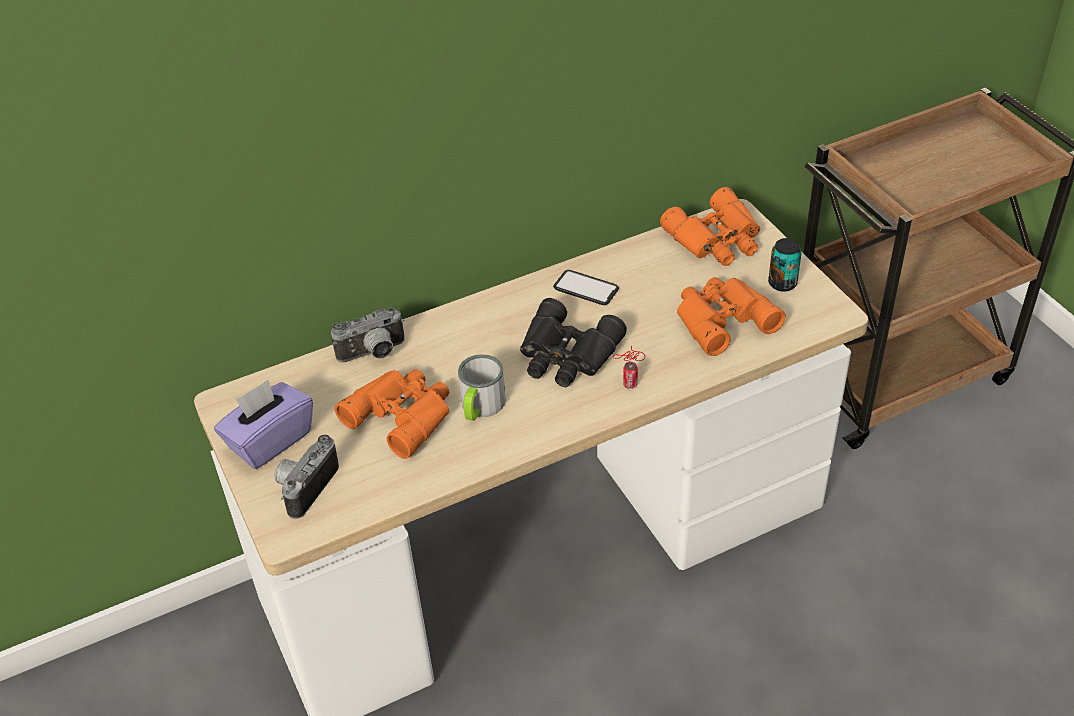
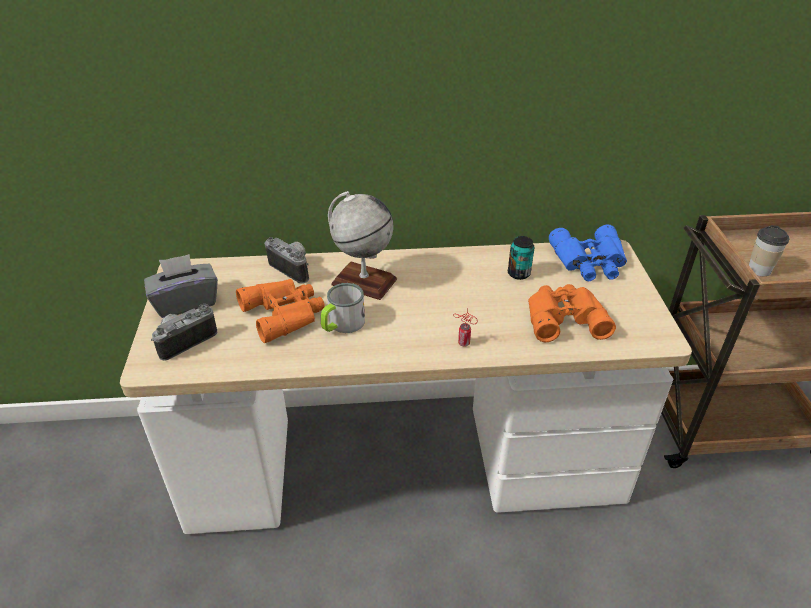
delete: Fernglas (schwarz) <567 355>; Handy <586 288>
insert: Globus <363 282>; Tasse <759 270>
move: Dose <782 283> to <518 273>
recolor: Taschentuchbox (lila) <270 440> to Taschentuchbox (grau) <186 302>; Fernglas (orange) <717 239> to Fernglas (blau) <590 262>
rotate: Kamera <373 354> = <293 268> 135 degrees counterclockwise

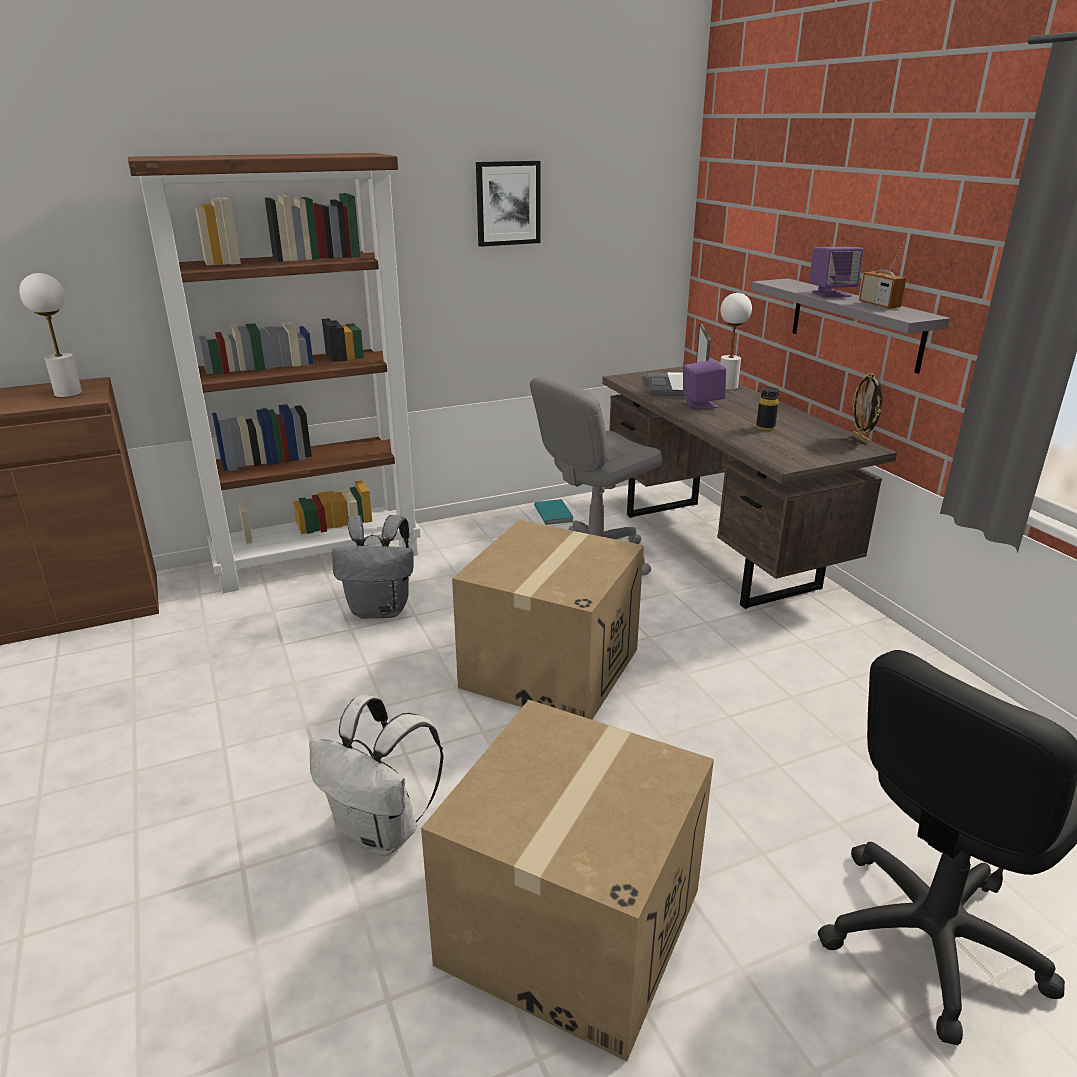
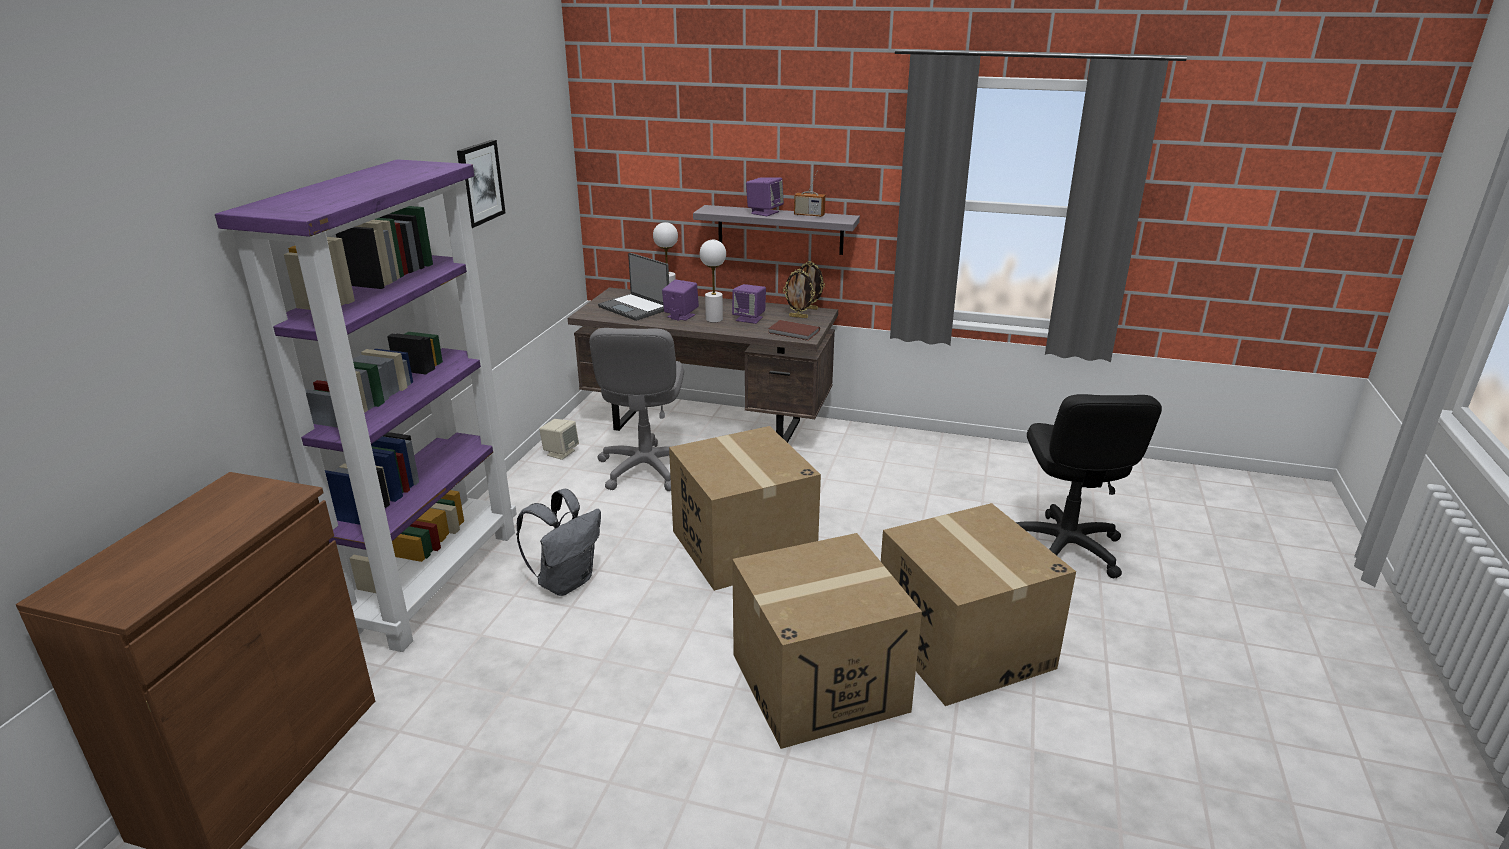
insert: Buch (braun) <794 332>; Bilderrahmen <798 317>
move: Tischlampe (weiß) <68 393> to <714 319>
replace: Rucksack (weiß) <382 832> to Karton <819 682>; Buch (türkis) <554 513> to Lautsprecher (beige) <560 452>; Flasche (schwarz) <765 428> to Lautsprecher (lila) <749 319>
recolor: Bücherregal (braun) <319 558> to Bücherregal (lila) <434 580>

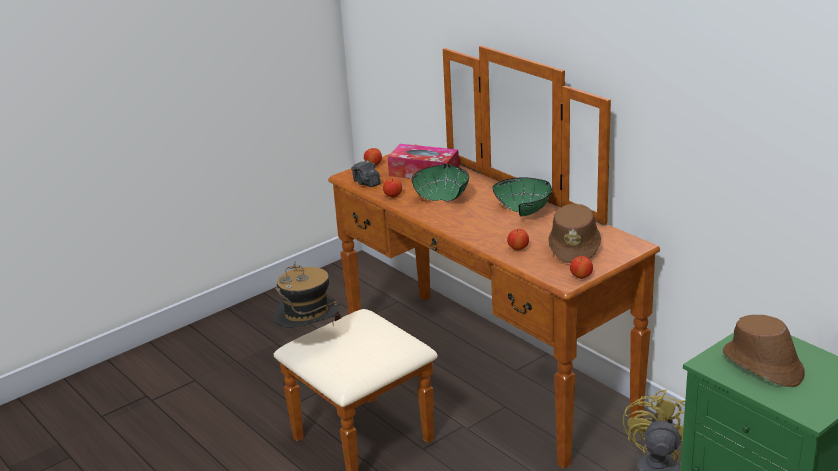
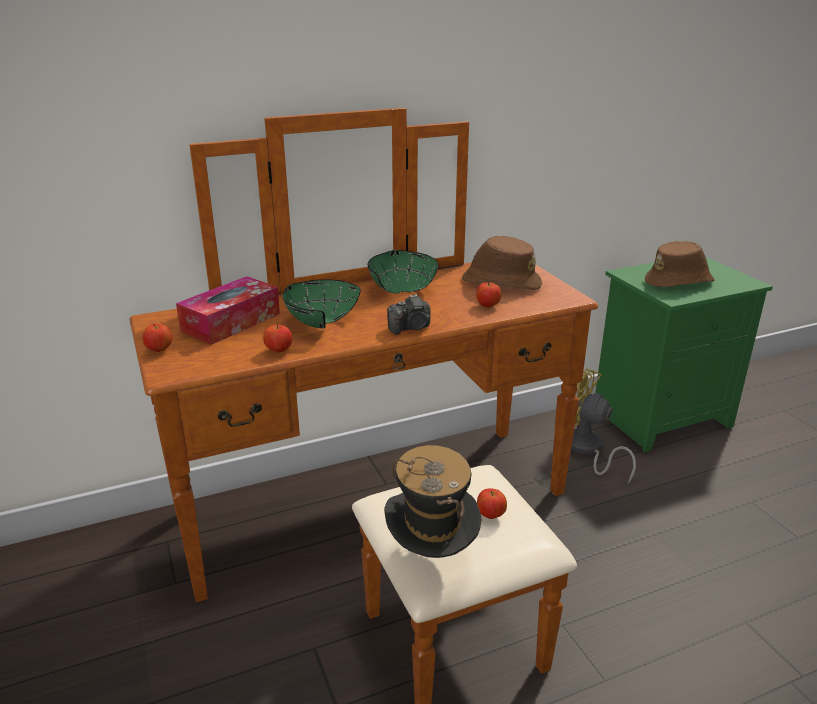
move: Kamera <366 183> to <411 328>; Apfel <581 277> to <491 515>

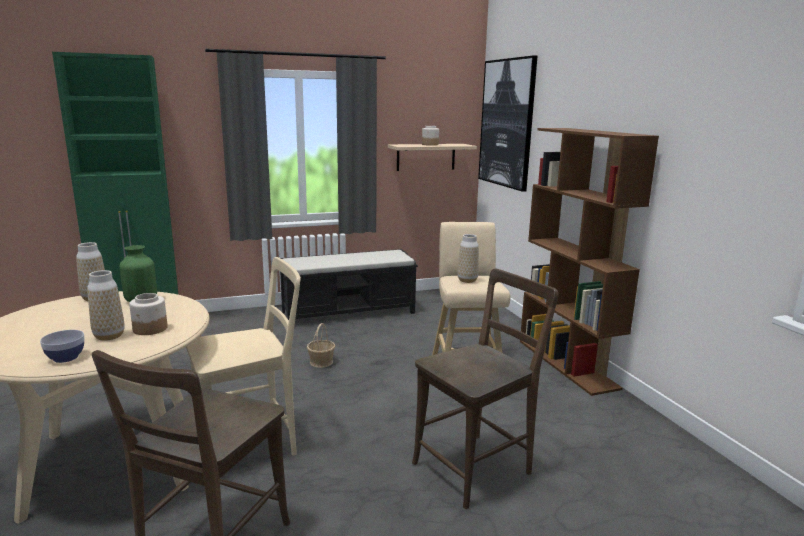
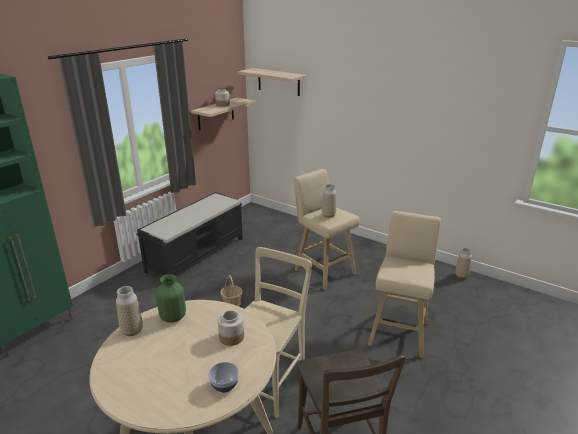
delete: Bücherregal (braun) <567 364>
move: Vase <109 336> to <461 275>
replace: Stuhl (braun) <477 466> to Hocker (beige) <399 331>; Bild <506 123> to Wandregal <278 82>

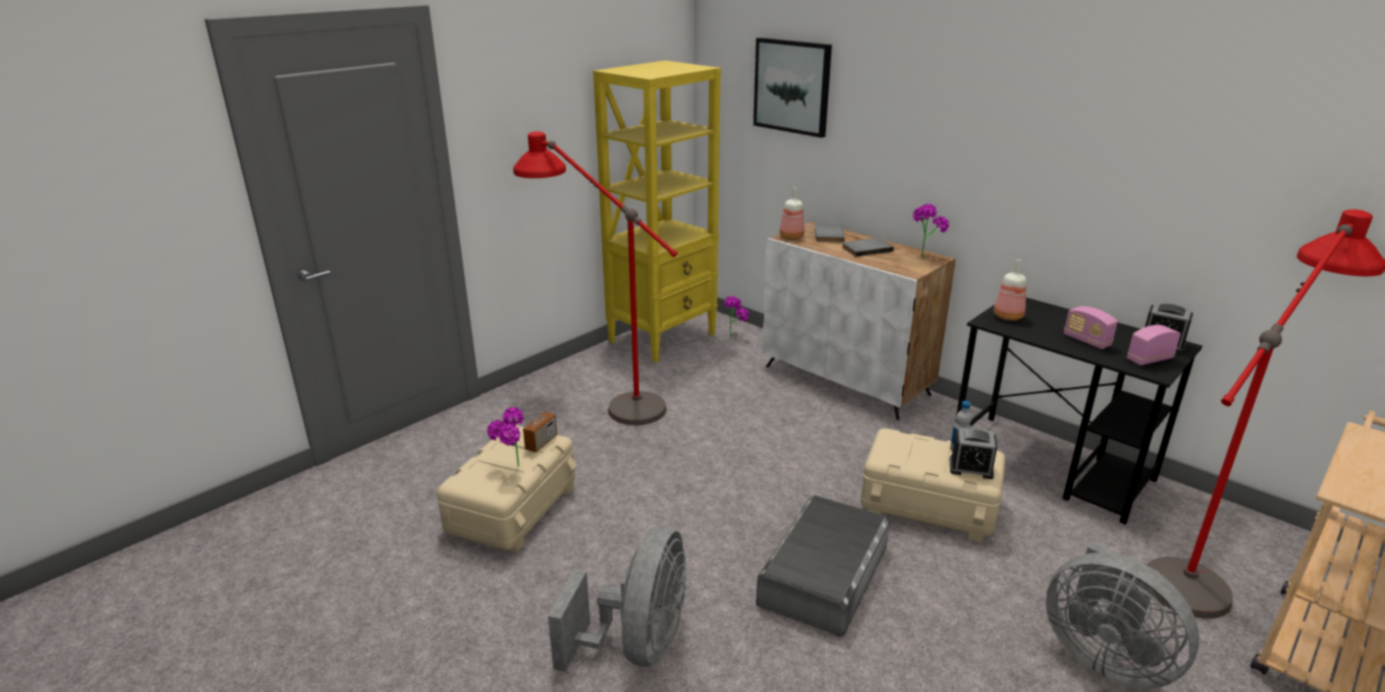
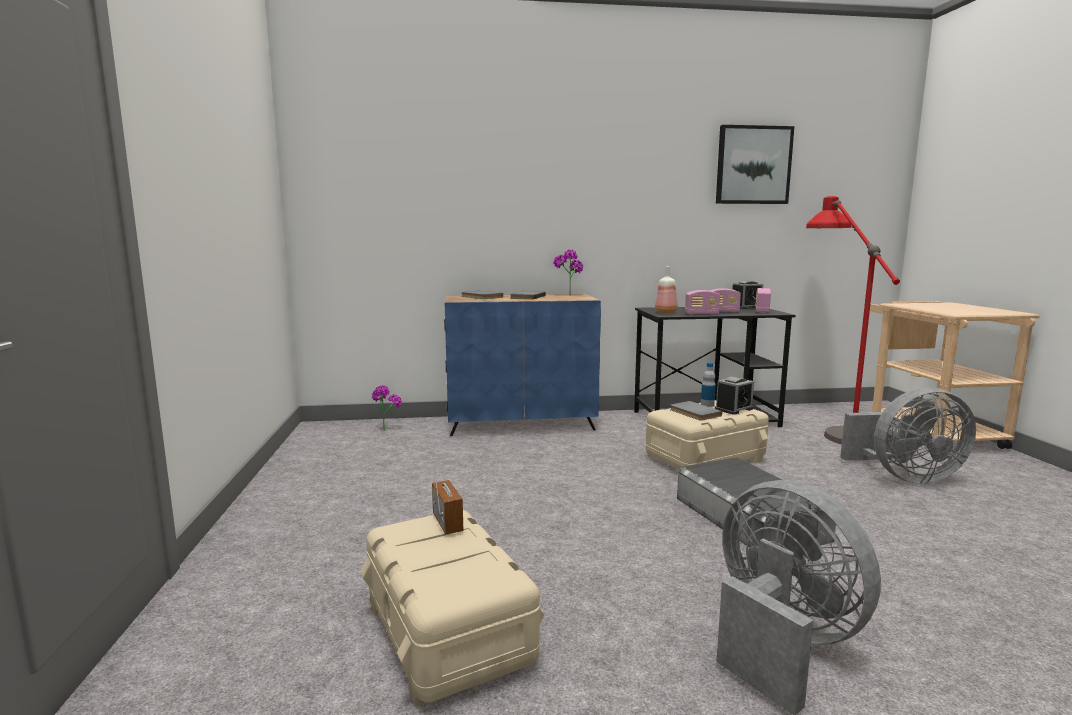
delete: Topfpflanze <511 470>; Stehlampe (rot) <604 398>; Bücherregal (gelb) <663 337>; Flasche <790 237>
insert: Buch (grau) <693 413>; Radio <701 314>
move: Bild <792 86> to <753 165>
recolor: Schrank (weiß) <847 380> to Schrank (blau) <521 423>

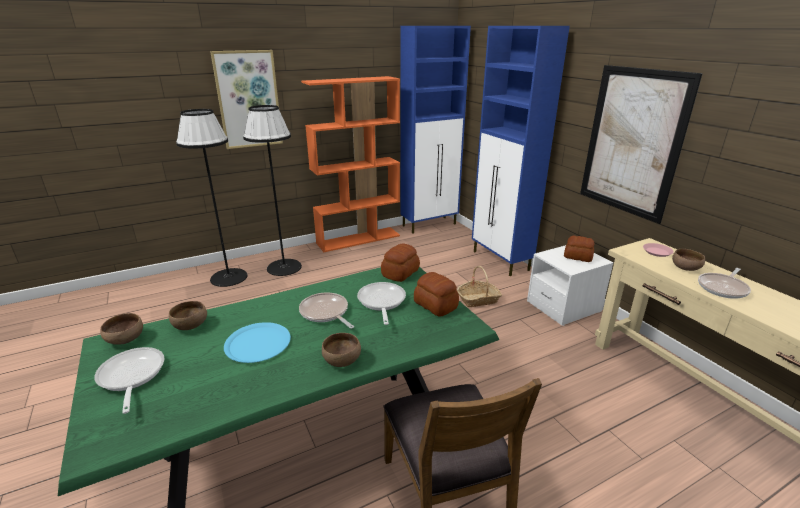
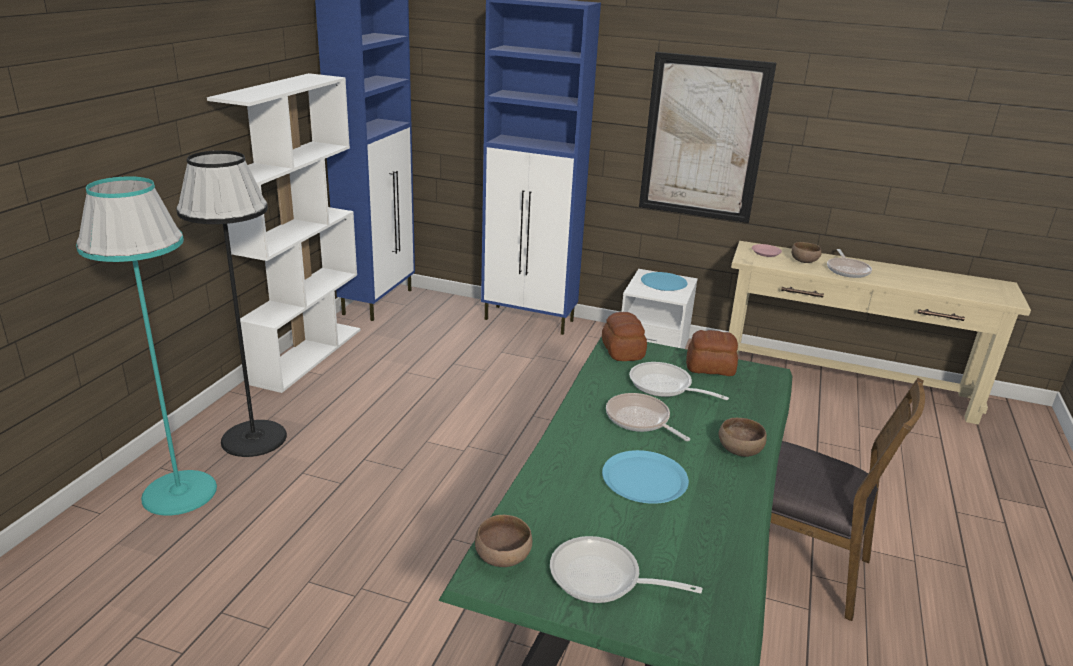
delete: Schüssel (braun) <190 325>; Bild <248 100>; Korb <478 299>
replace: Brot <577 257> to Teller (blau) <663 282>
recolor: Stehlampe (schwarz) <229 277> to Stehlampe (türkis) <180 492>; Bücherregal (orange) <359 239> to Bücherregal (weiß) <306 355>
rotate: Pfanne <325 313> = <640 420> 45 degrees clockwise

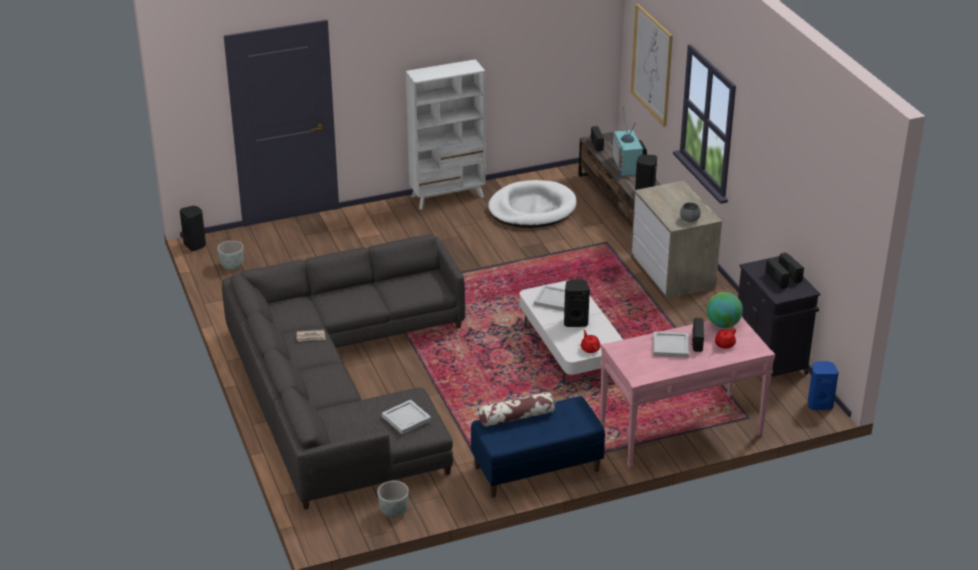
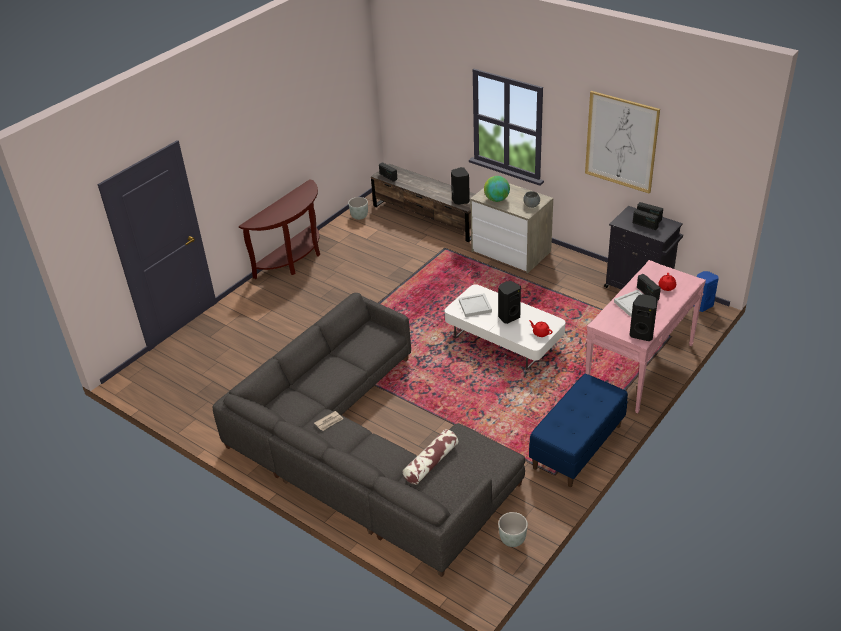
delete: Tablett (weiß) <406 418>; Hundebett (weiß) <532 209>; Fernseher <629 165>
move: Lautsprecher (schwarz) <195 245> to <642 334>; Pflanzkübel (grau) <232 266> to <359 216>; Kissen <516 417> to <431 463>; Bild <652 64> to <621 142>; Globus <723 324> to <496 199>
replace: Bücherregal (weiß) <448 196> to Konsolentisch (braun) <294 259>

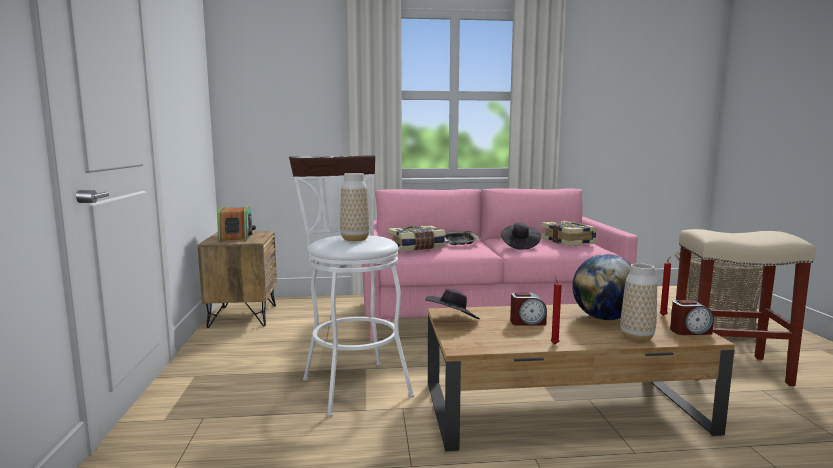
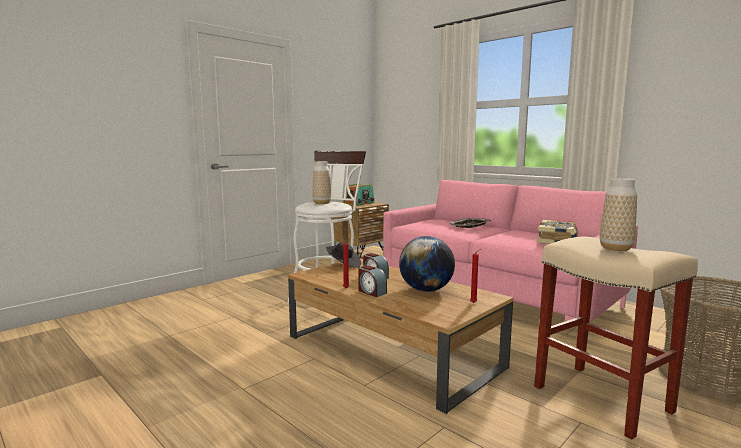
delete: Buch <417 247>; Hut (schwarz) <519 246>
move: Vase <637 337> to <615 248>; Wecker <690 331> to <371 292>

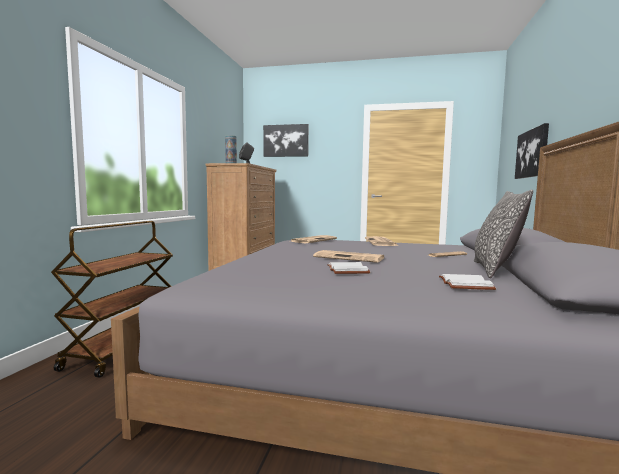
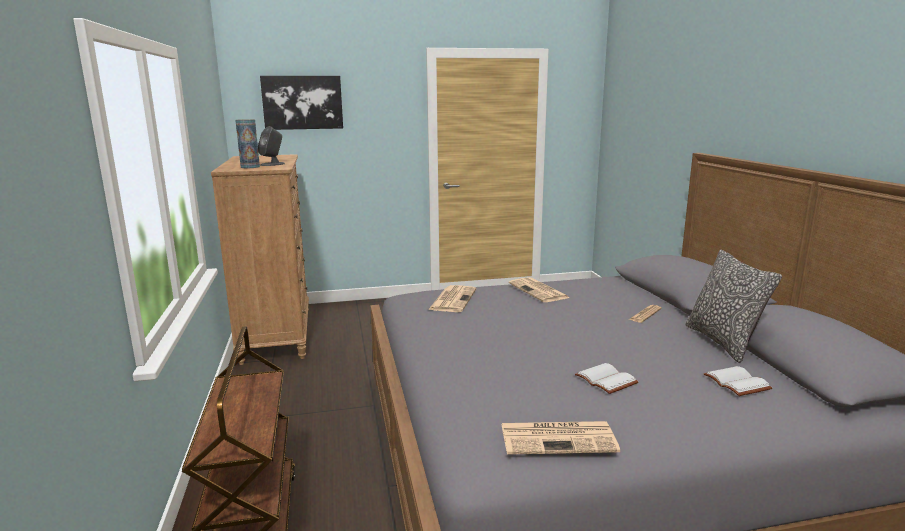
delete: Bild <532 153>
move: Zeitung <350 258> to <559 438>

